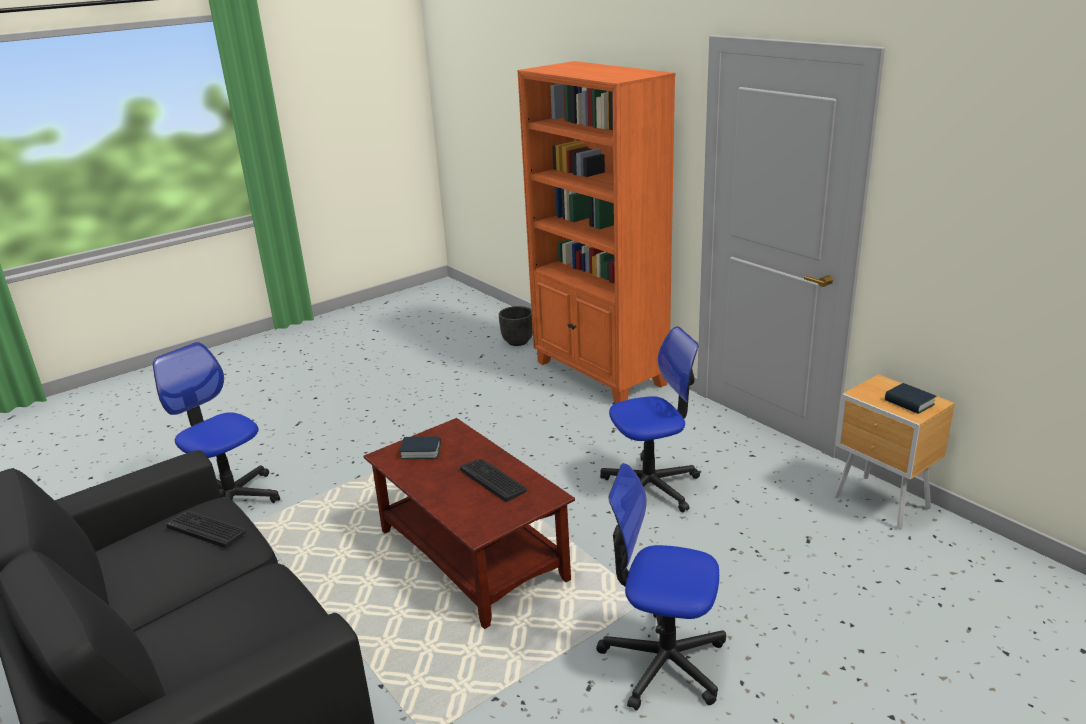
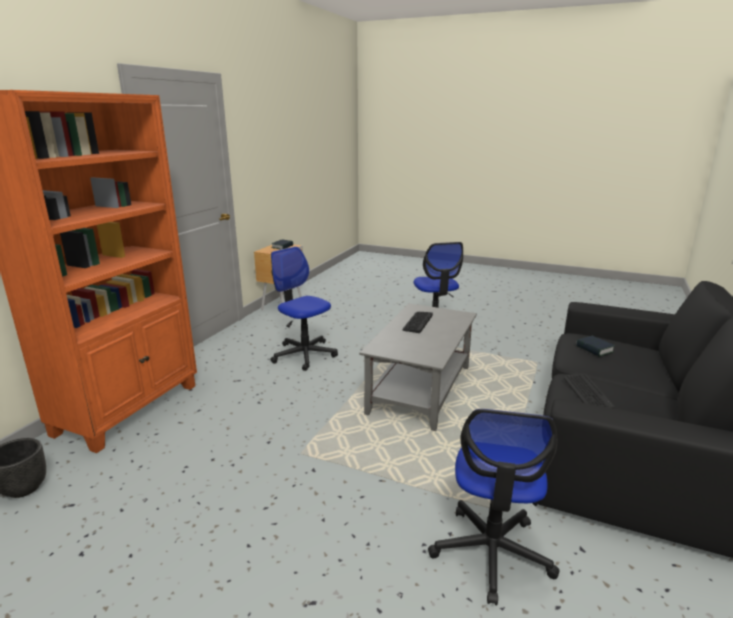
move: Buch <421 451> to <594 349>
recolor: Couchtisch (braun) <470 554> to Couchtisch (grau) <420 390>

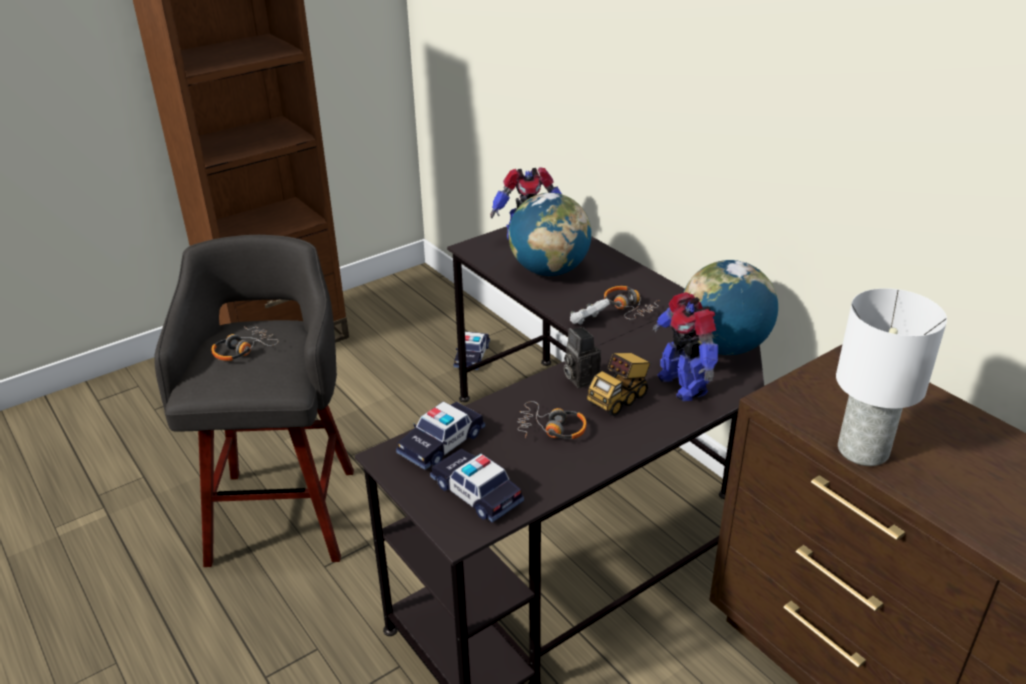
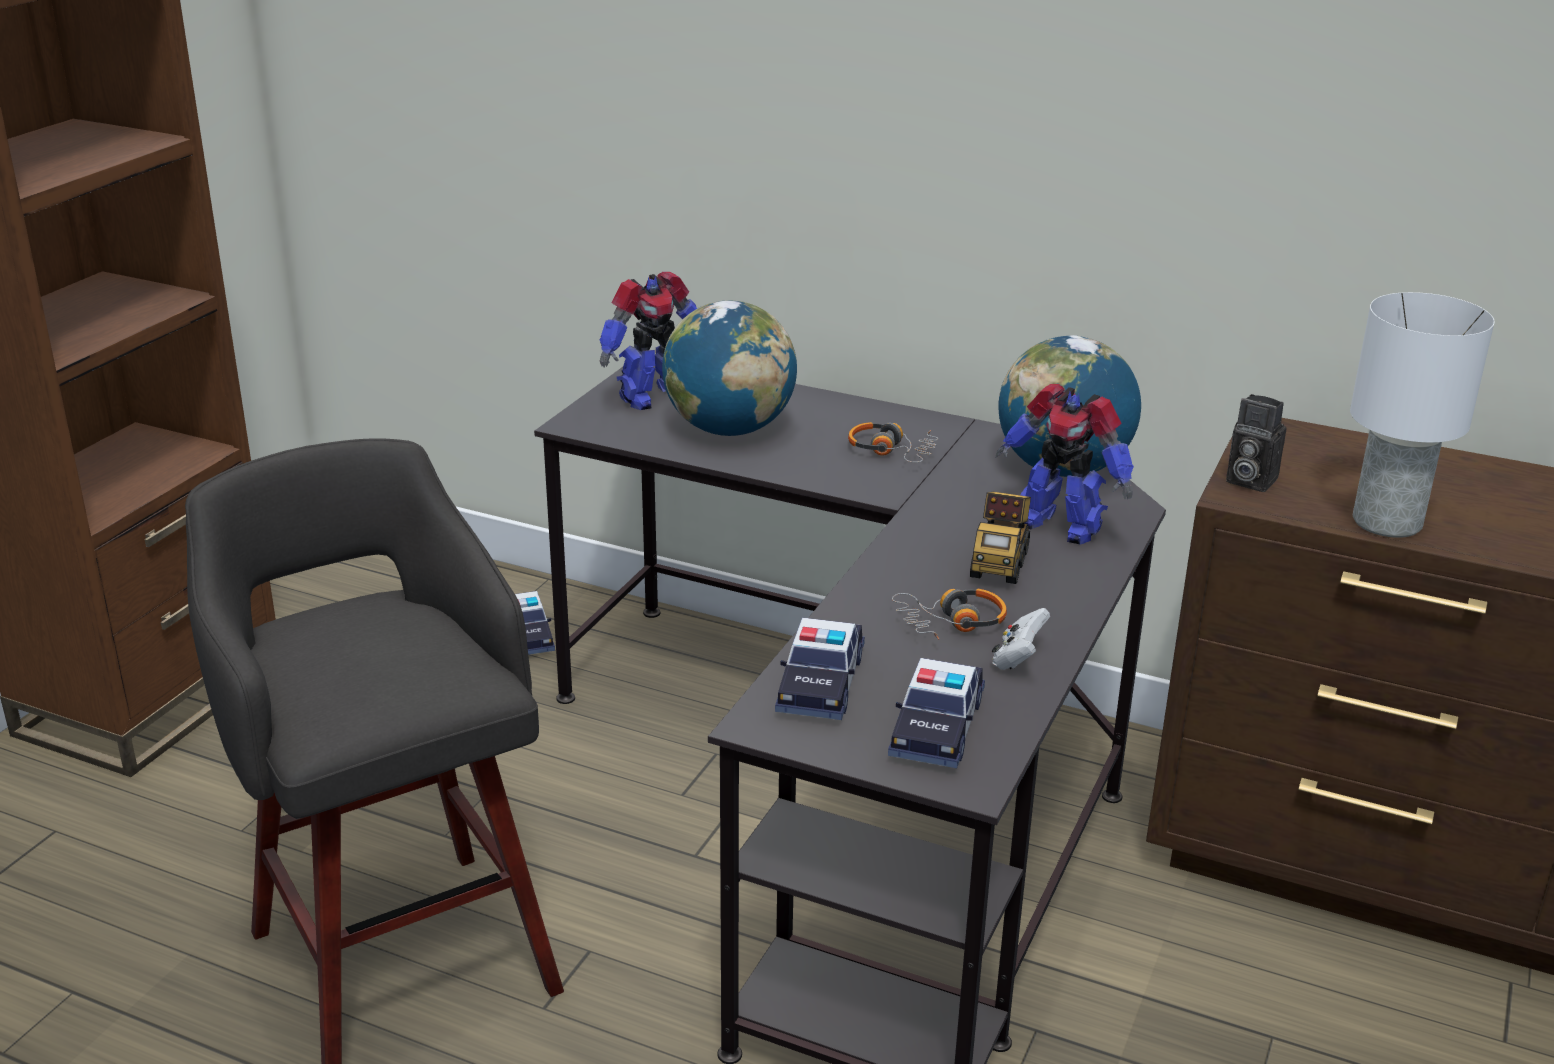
delete: Kopfhörer <243 350>
move: Kamera <579 378> to <1247 480>; Gamepad (weiß) <587 321> to <1018 659>
rotate: Spielzeugauto <476 492> = <937 727> 90 degrees counterclockwise

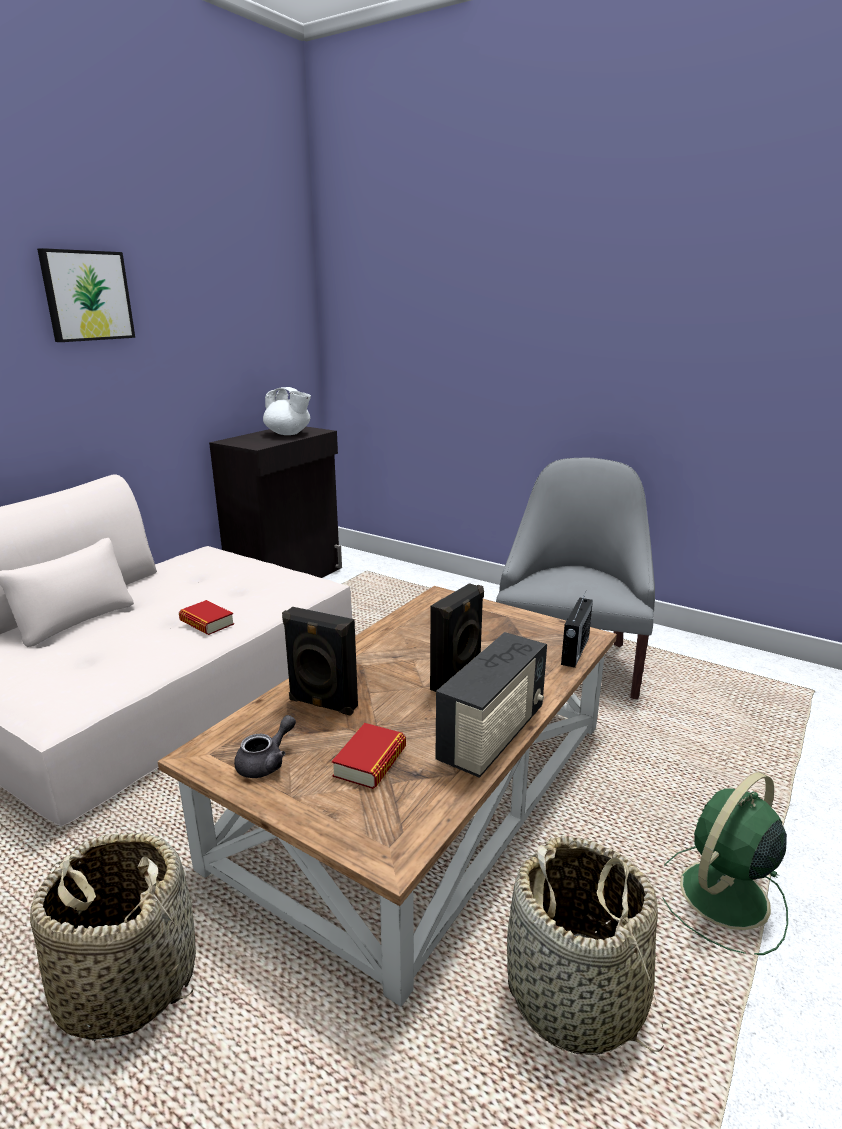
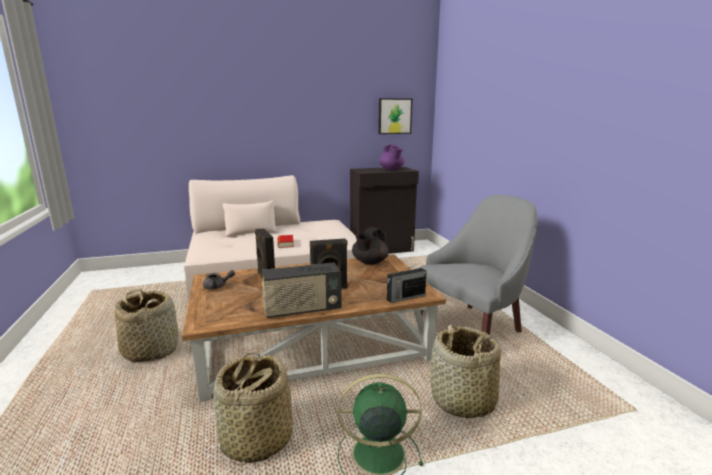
delete: Buch <370 762>
insert: Teekanne (schwarz) <369 262>; Korb <463 401>
move: Bild <86 296> to <394 116>
recolor: Teekanne (weiß) <288 434> to Teekanne (lila) <391 169>

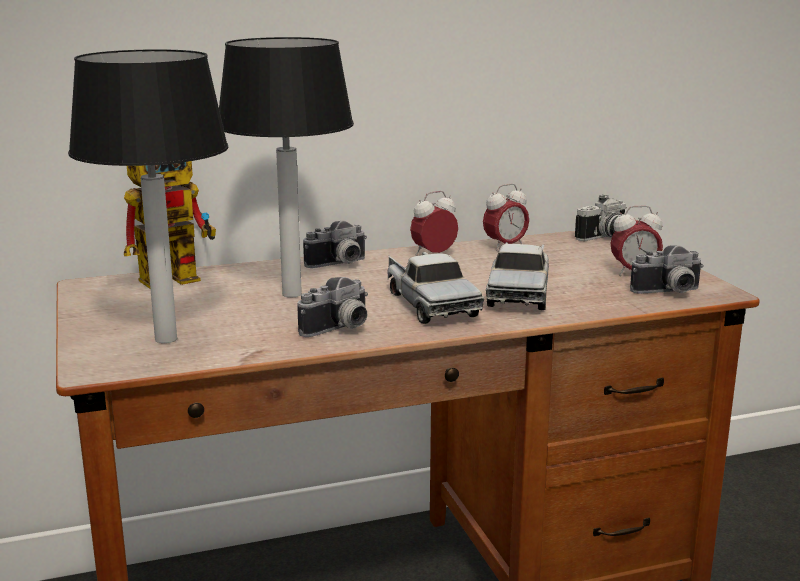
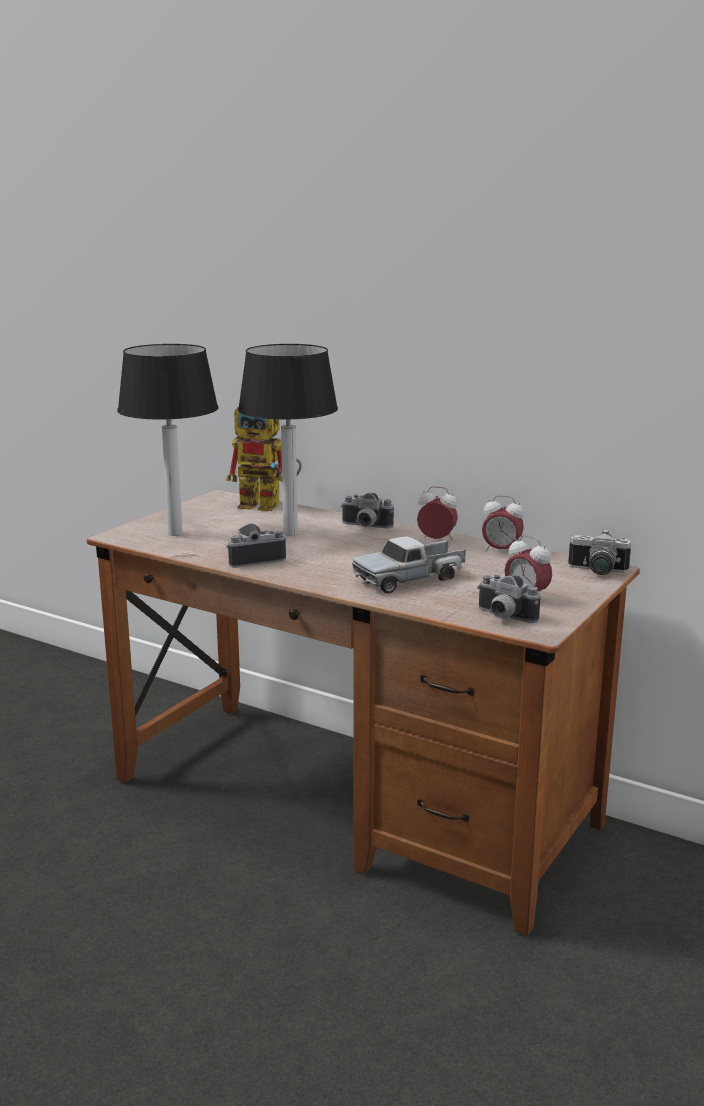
delete: Spielzeuglaster <430 303>
rotate: Kamera <340 329> = <255 559> 150 degrees clockwise

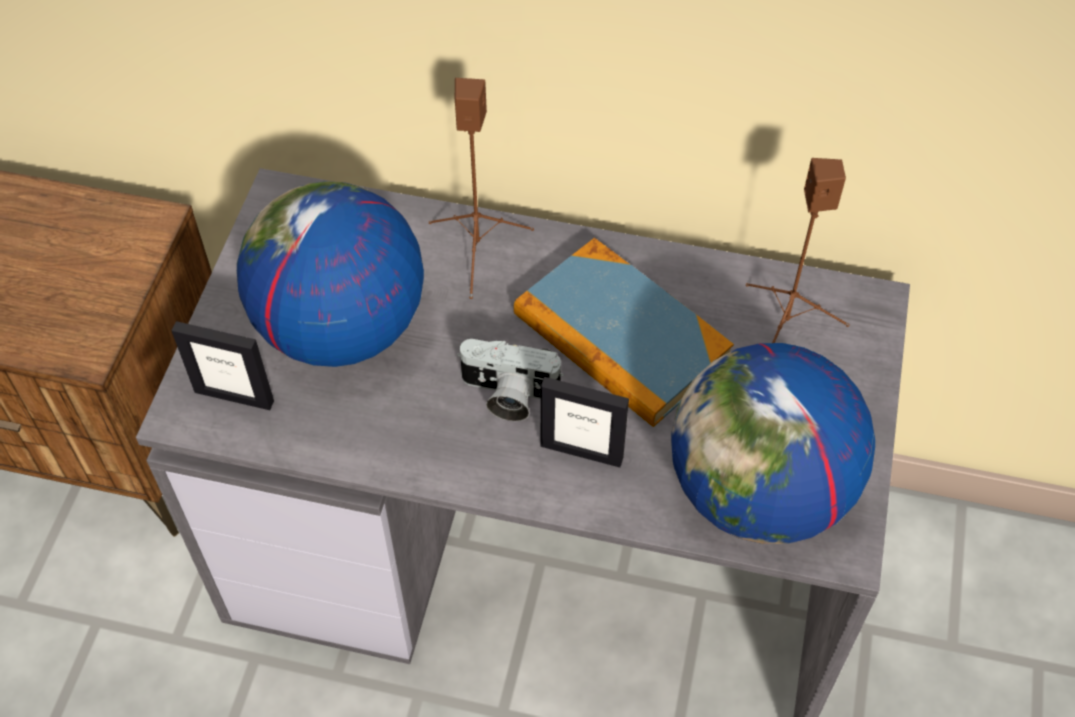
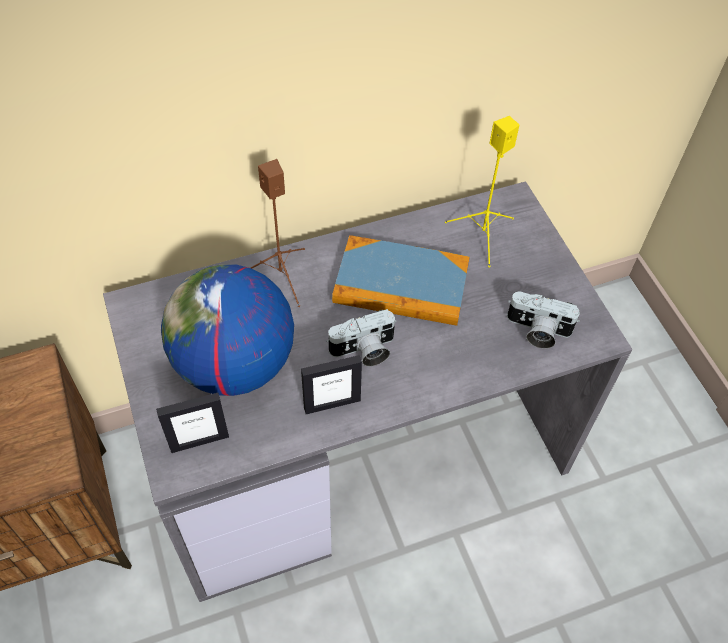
move: Bilderrahmen <582 451> to <332 403>
replace: Globus <758 492> to Kamera <537 331>
recolor: Lautsprecher (braun) <785 328> to Lautsprecher (gelb) <483 236>

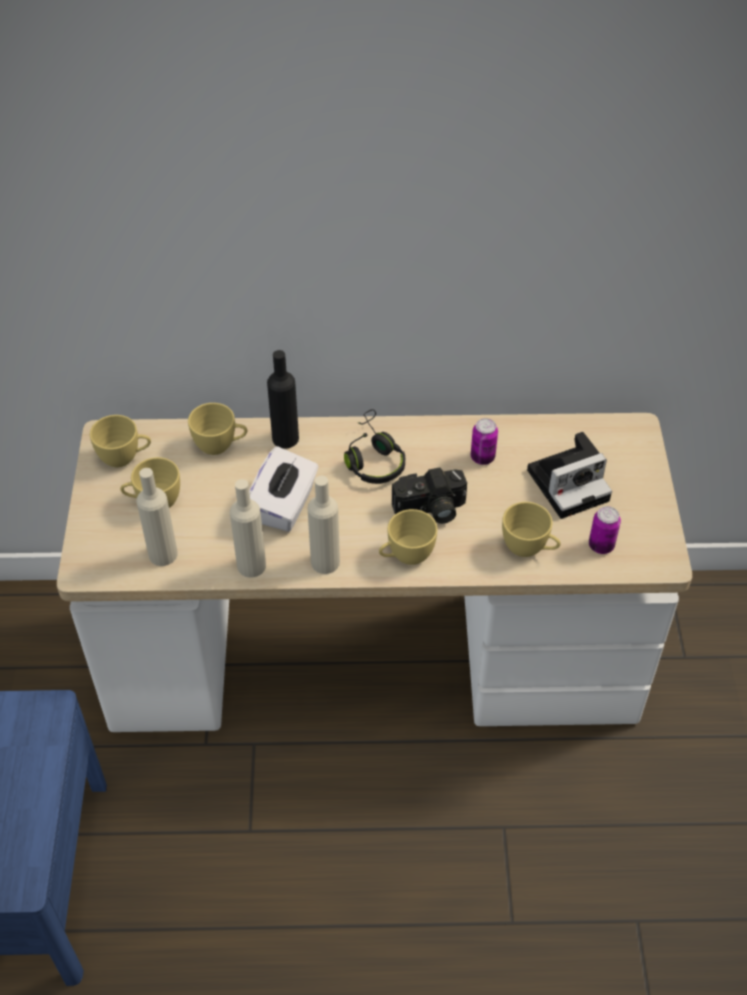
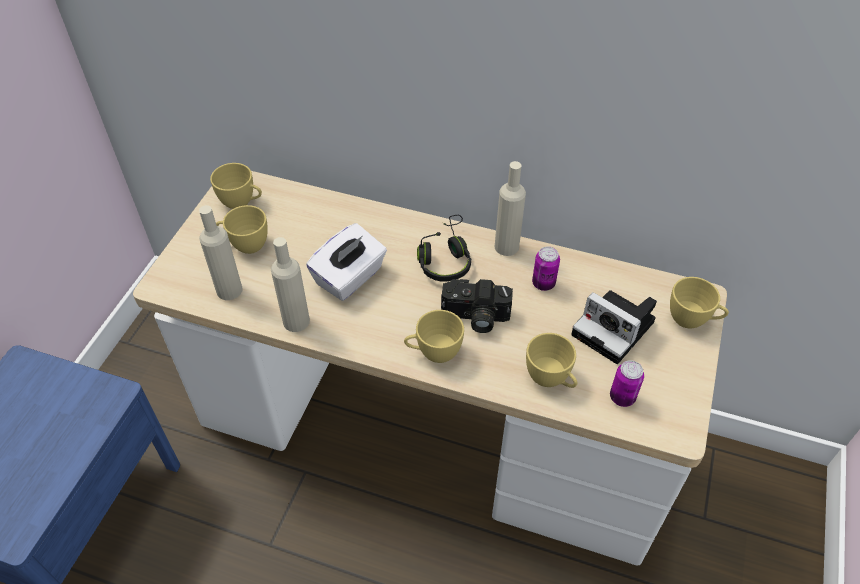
delete: Flasche (schwarz) <285 438>
move: Tasse (gelb) <220 445> to <692 320>; Flasche (beige) <325 562> to <506 246>
rotate: Kamera <570 483> = <616 329> 45 degrees clockwise

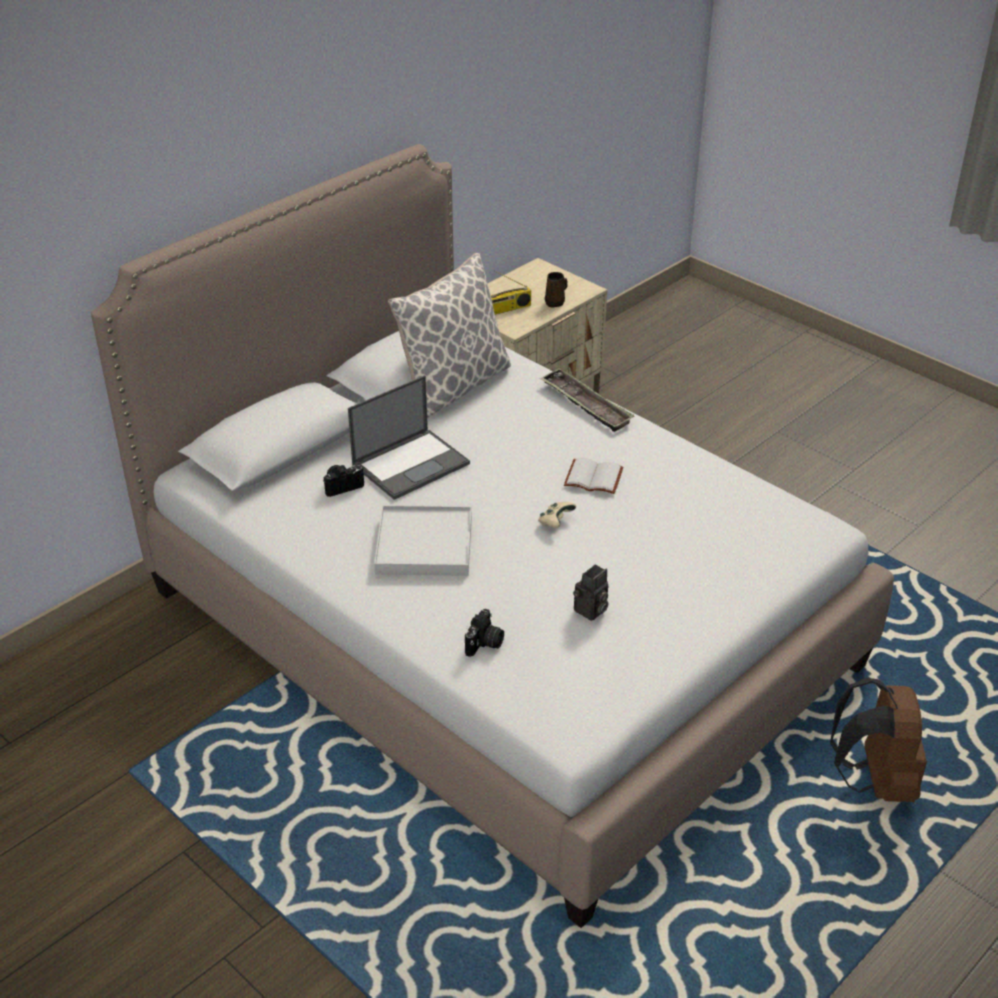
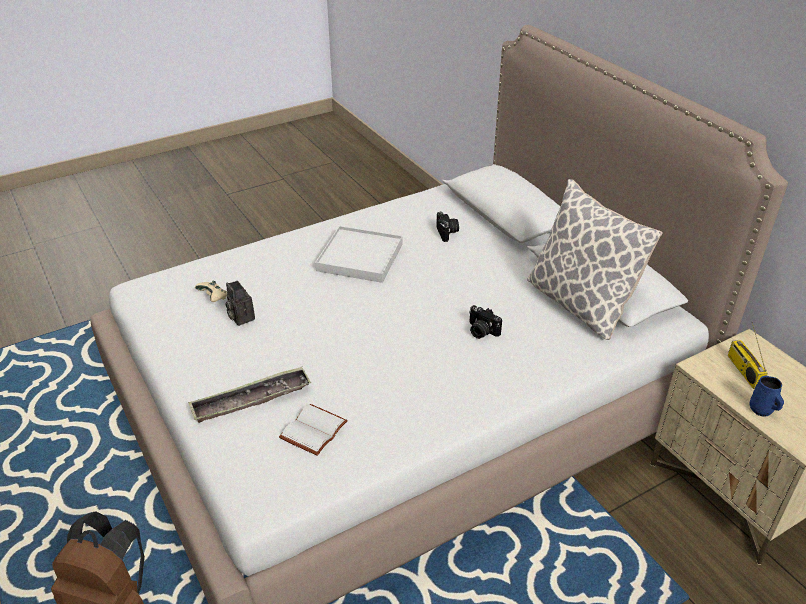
delete: Laptop <411 463>
move: Kamera <485 644> to <481 331>; Gamepad (beige) <555 522> to <214 298>; Tablett <586 405> to <251 399>; Buch (weiß) <595 477> to <314 431>
recolor: Henkelbecher (braun) <555 303> to Henkelbecher (blau) <761 410>

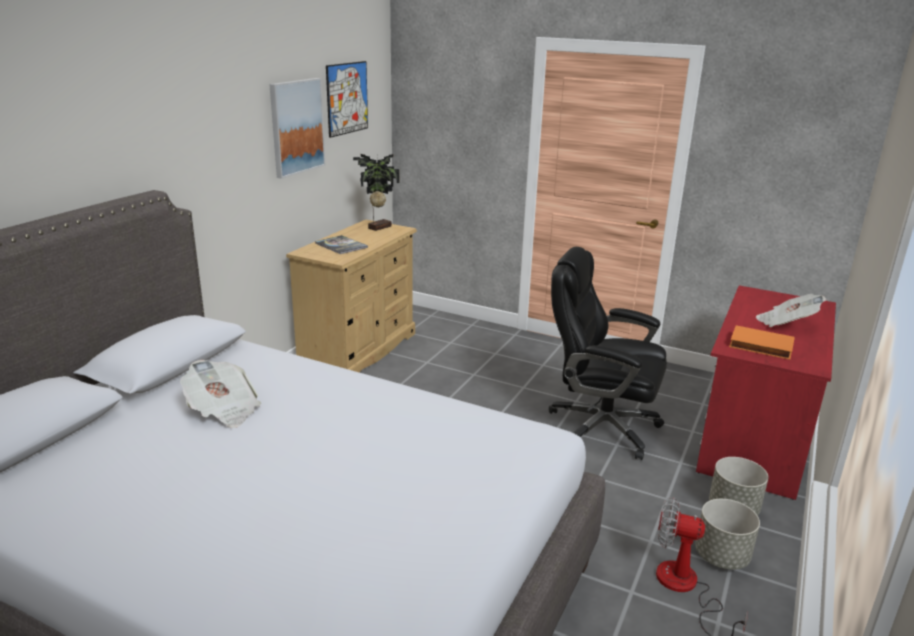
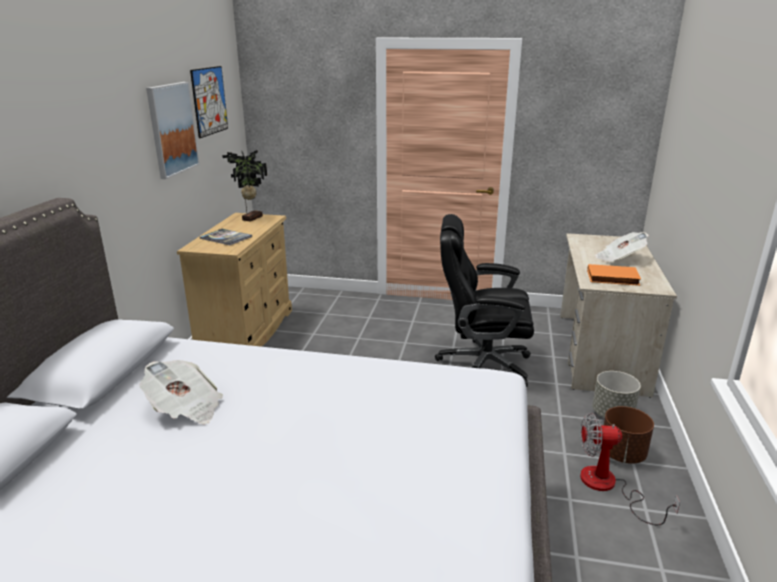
recolor: Pflanzkübel (grau) <721 556> to Pflanzkübel (braun) <622 454>; Schreibtisch (rot) <755 436> to Schreibtisch (beige) <600 353>

